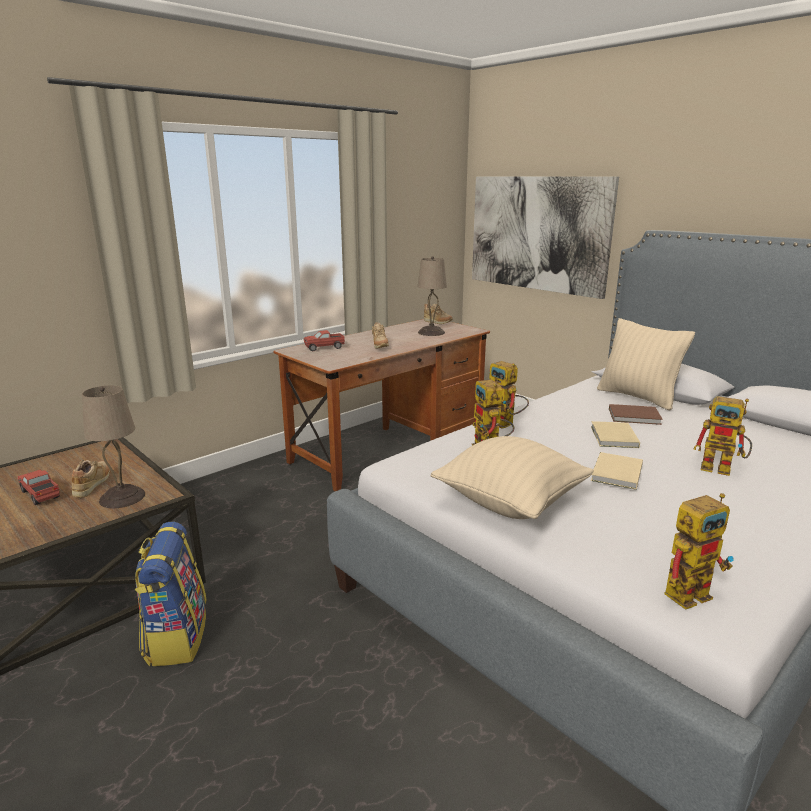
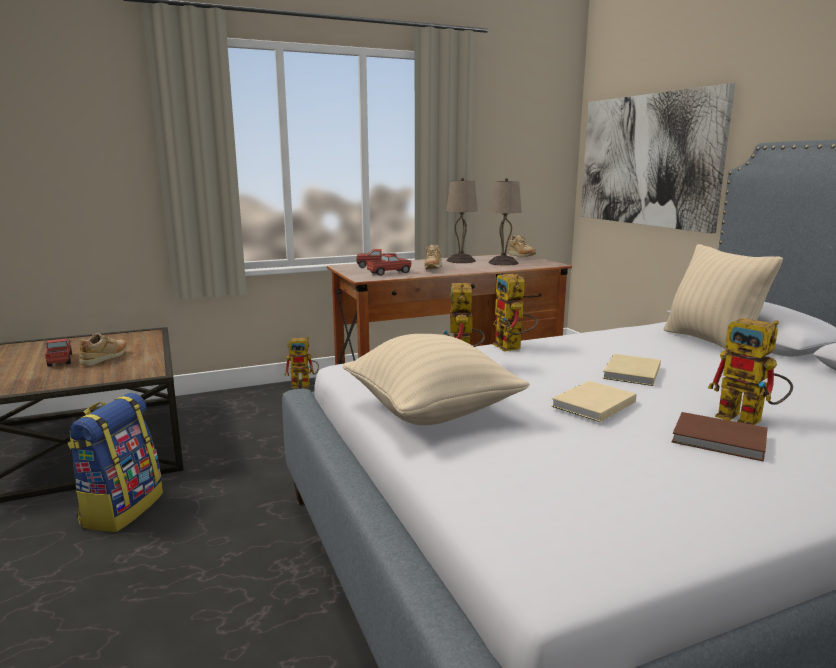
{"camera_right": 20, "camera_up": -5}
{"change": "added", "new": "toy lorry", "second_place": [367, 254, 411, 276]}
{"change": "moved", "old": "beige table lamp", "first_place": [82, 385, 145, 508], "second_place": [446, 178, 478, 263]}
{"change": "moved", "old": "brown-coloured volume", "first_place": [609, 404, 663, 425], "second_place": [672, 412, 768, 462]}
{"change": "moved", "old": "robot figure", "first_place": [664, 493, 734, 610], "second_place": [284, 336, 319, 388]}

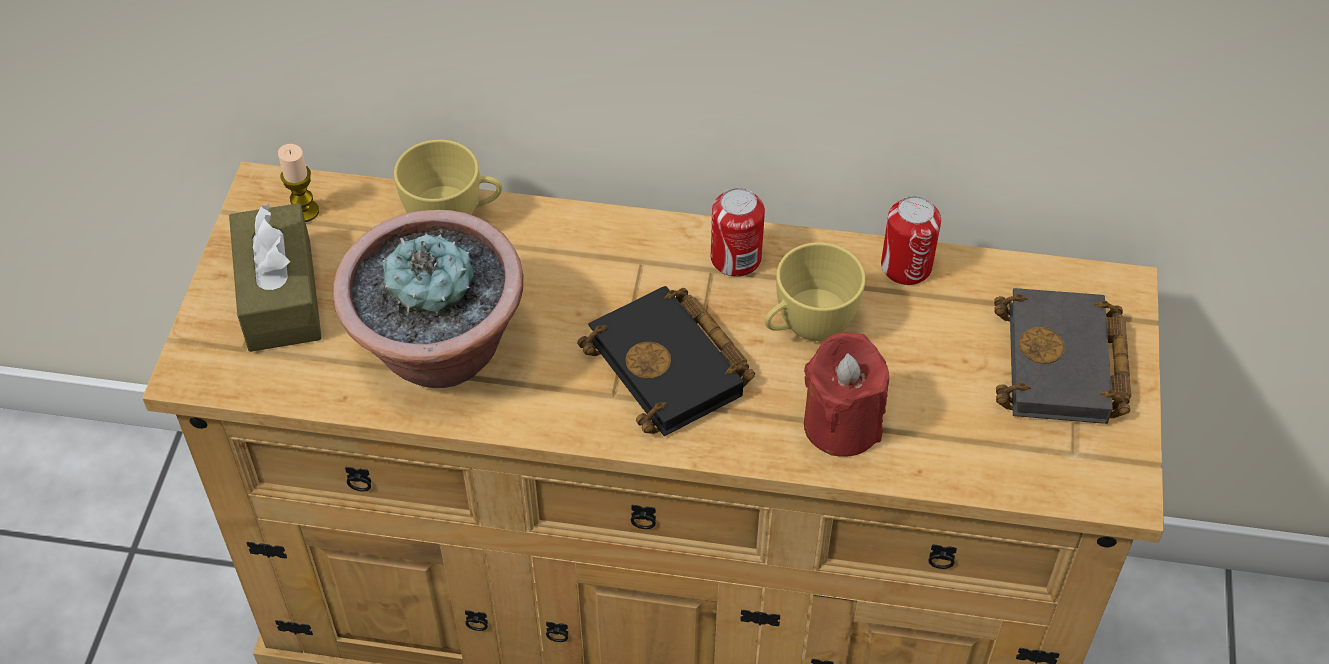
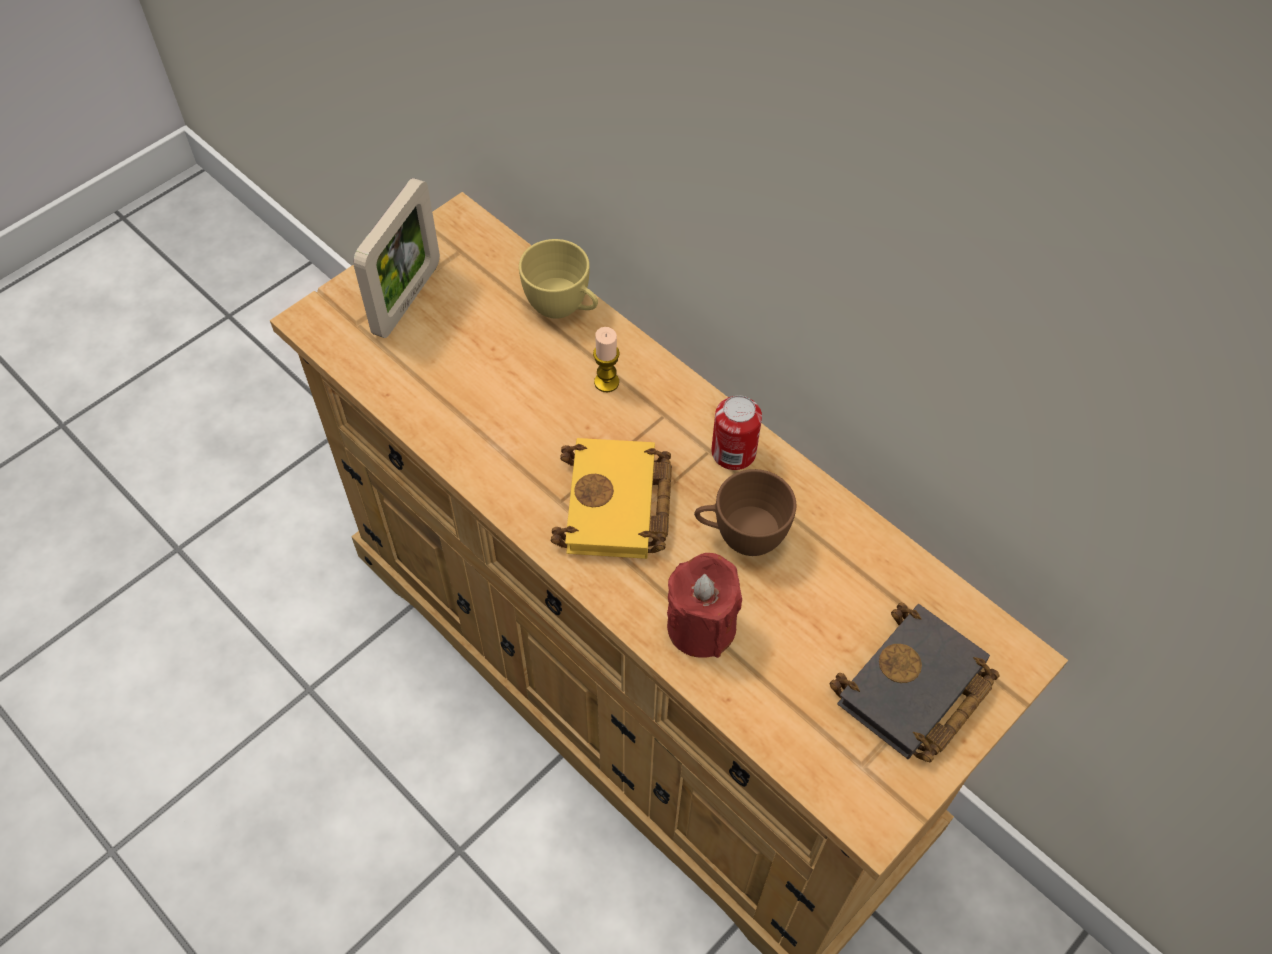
{"camera_right": 35, "camera_up": 5}
{"change": "removed", "old": "potted plant", "first_place": [333, 210, 523, 388]}
{"change": "removed", "old": "metal can", "first_place": [881, 196, 941, 285]}
{"change": "moved", "old": "wax light", "first_place": [278, 144, 319, 222], "second_place": [593, 327, 620, 392]}
{"change": "replaced", "old": "brown-coloured tissue holder", "new": "standing frame", "first_place": [229, 203, 322, 352], "second_place": [353, 178, 440, 338]}
{"change": "recoloured", "old": "blackish volume", "new": "yellow volume", "first_place": [577, 286, 755, 436], "second_place": [551, 438, 672, 559]}
{"change": "recoloured", "old": "yellow drinking cup", "new": "brown-coloured drinking cup", "first_place": [765, 242, 866, 341], "second_place": [694, 469, 796, 556]}

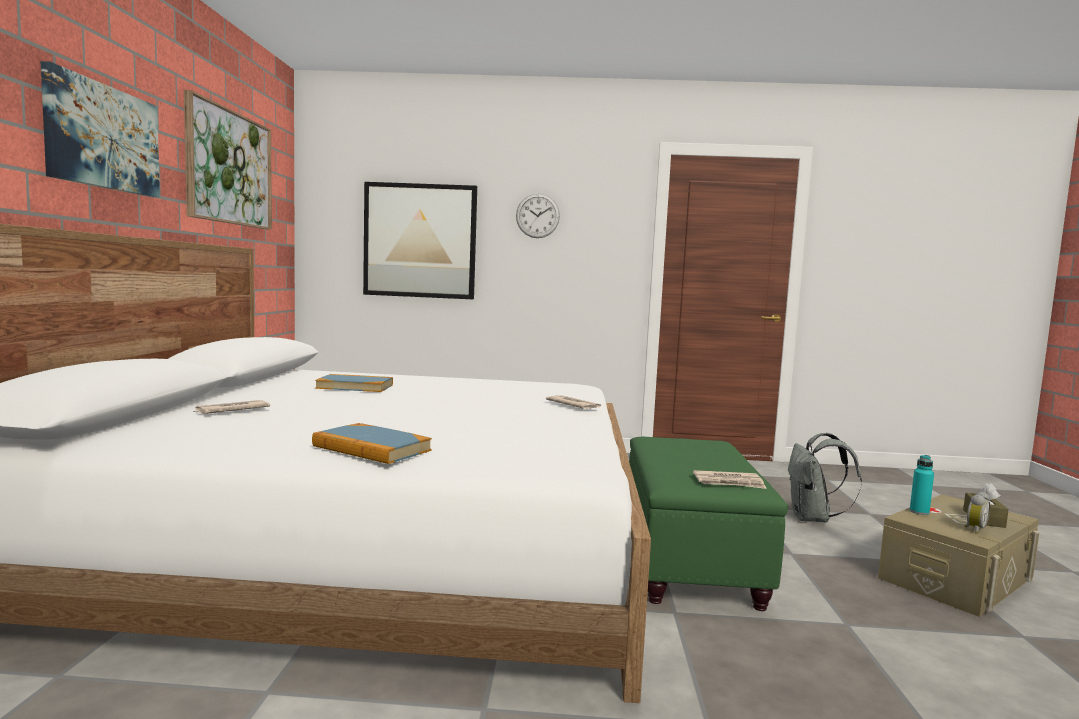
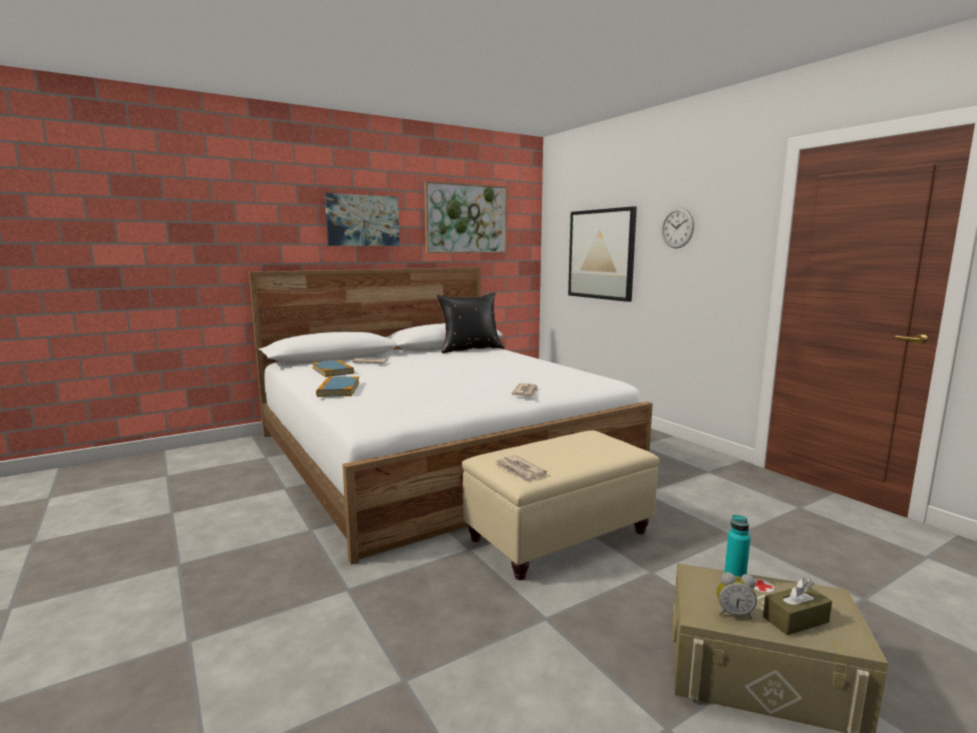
{"camera_right": 55, "camera_up": 5}
{"change": "removed", "old": "greyish rucksack", "first_place": [788, 433, 862, 522]}
{"change": "added", "new": "blackish pillow", "second_place": [437, 292, 504, 353]}
{"change": "moved", "old": "volume", "first_place": [315, 374, 393, 392], "second_place": [312, 360, 354, 377]}
{"change": "recoloured", "old": "green-coloured pouffe", "new": "beige pouffe", "first_place": [629, 437, 788, 611], "second_place": [462, 430, 660, 580]}

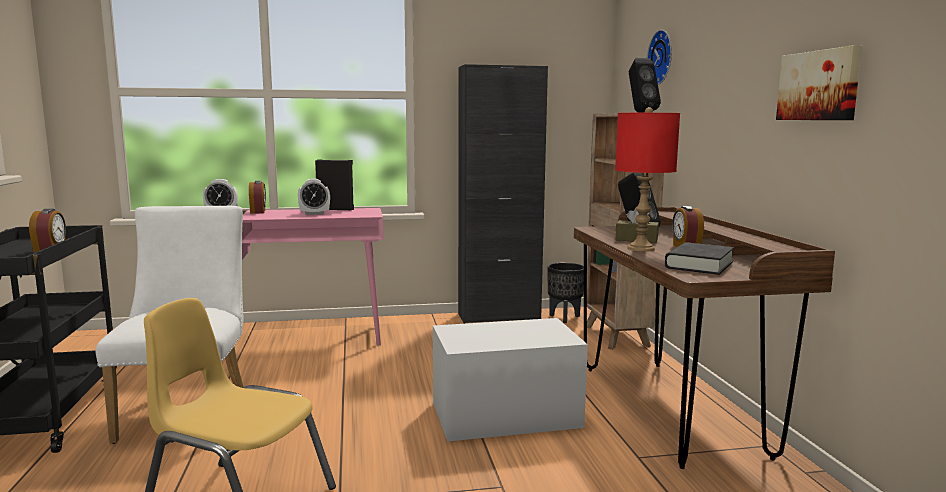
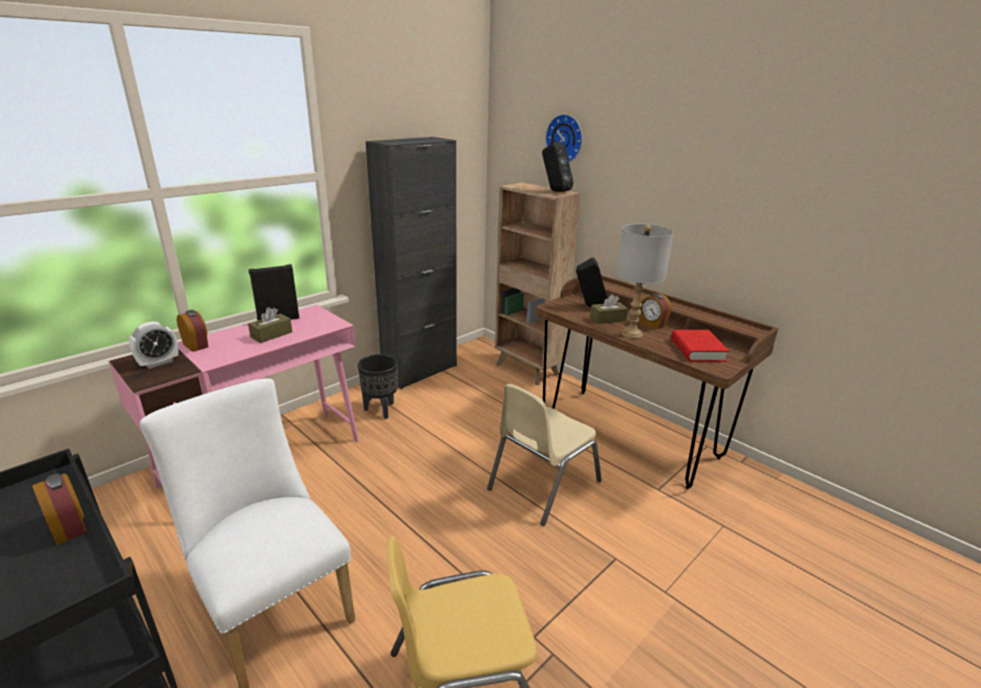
{"camera_right": -35, "camera_up": 15}
{"change": "removed", "old": "wall art", "first_place": [776, 45, 862, 120]}
{"change": "moved", "old": "blackish plant pot", "first_place": [547, 263, 584, 323], "second_place": [358, 354, 398, 419]}
{"change": "replaced", "old": "table clock", "new": "brown-coloured tissue holder", "first_place": [298, 179, 330, 215], "second_place": [248, 307, 292, 343]}
{"change": "replaced", "old": "white storage bin", "new": "beige plain chair", "first_place": [433, 318, 588, 442], "second_place": [487, 384, 602, 526]}
{"change": "recoloured", "old": "reddish table lamp", "new": "greyish table lamp", "first_place": [615, 107, 680, 252], "second_place": [616, 224, 674, 339]}
{"change": "recoloured", "old": "blackish volume", "new": "reddish volume", "first_place": [665, 242, 734, 275], "second_place": [671, 330, 729, 362]}

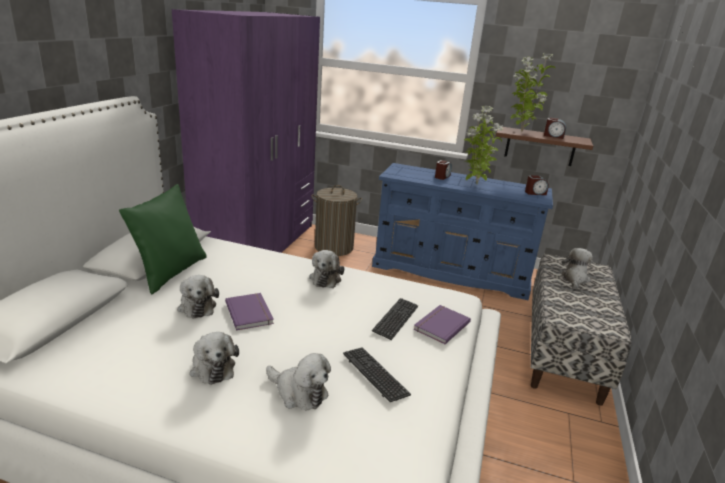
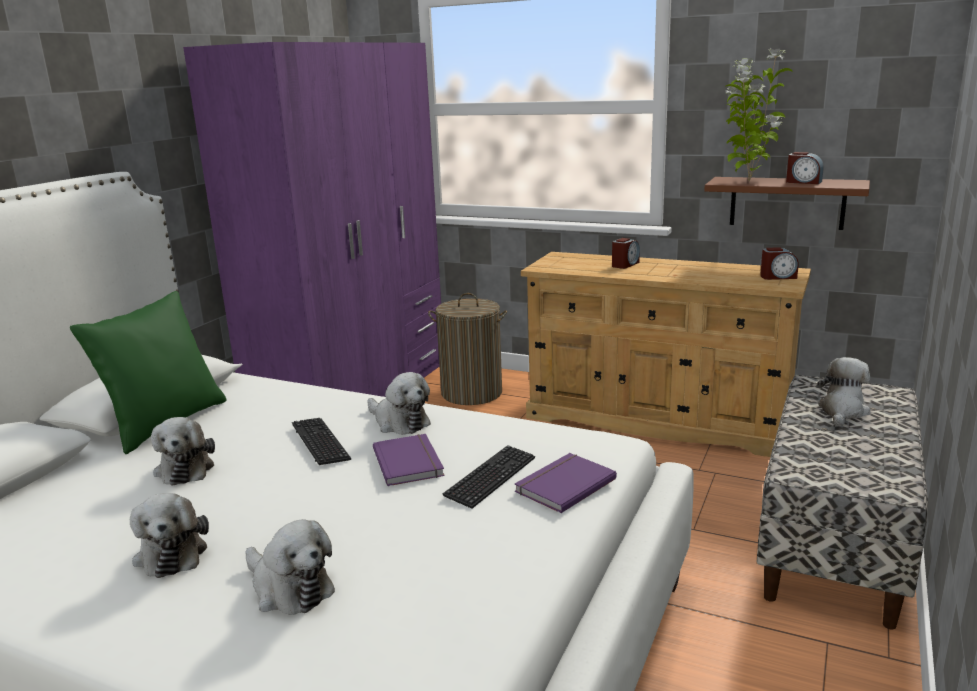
{"camera_right": 10, "camera_up": -5}
{"change": "removed", "old": "potted plant", "first_place": [464, 105, 503, 185]}
{"change": "moved", "old": "purplish volume", "first_place": [225, 293, 274, 331], "second_place": [373, 434, 444, 486]}
{"change": "moved", "old": "keyboard", "first_place": [343, 348, 411, 402], "second_place": [292, 418, 351, 465]}
{"change": "recoloured", "old": "blue-coloured chest of drawers", "new": "beige chest of drawers", "first_place": [372, 163, 553, 301], "second_place": [521, 252, 811, 457]}
{"change": "turned", "old": "plush toy", "first_place": [309, 250, 344, 288], "second_place": [367, 372, 431, 435], "degrees": -60}

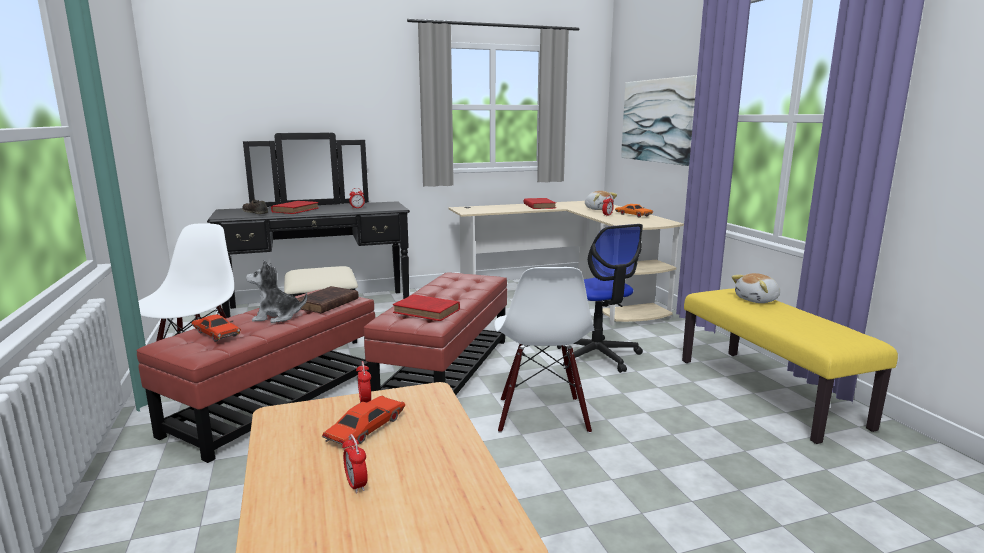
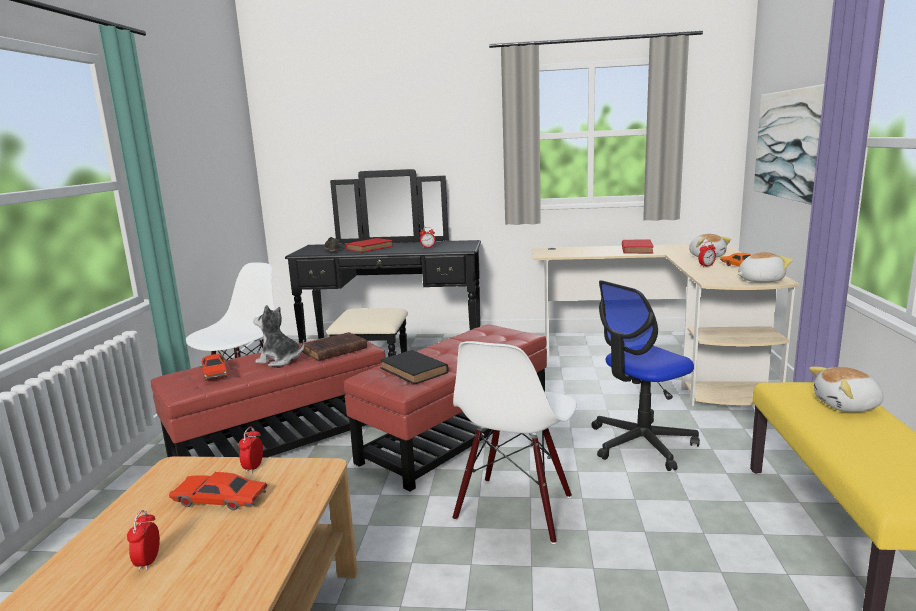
{"camera_right": 25, "camera_up": 0}
{"change": "added", "new": "plush toy", "second_place": [737, 252, 793, 282]}
{"change": "recoloured", "old": "reddish volume", "new": "blackish volume", "first_place": [393, 294, 460, 321], "second_place": [380, 350, 449, 385]}
{"change": "turned", "old": "reddish miniature car", "first_place": [322, 396, 405, 449], "second_place": [169, 471, 268, 510], "degrees": -135}
{"change": "turned", "old": "office chair", "first_place": [557, 224, 643, 373], "second_place": [591, 280, 700, 471], "degrees": 60}

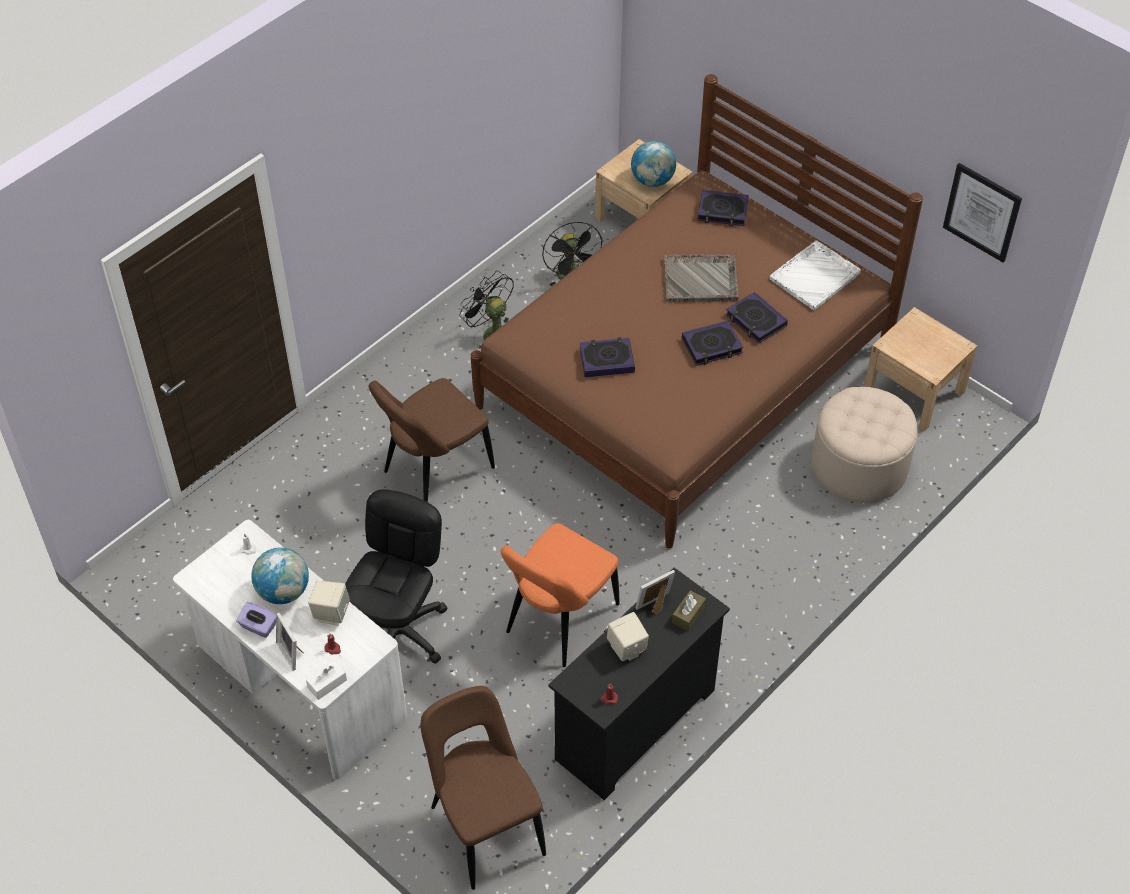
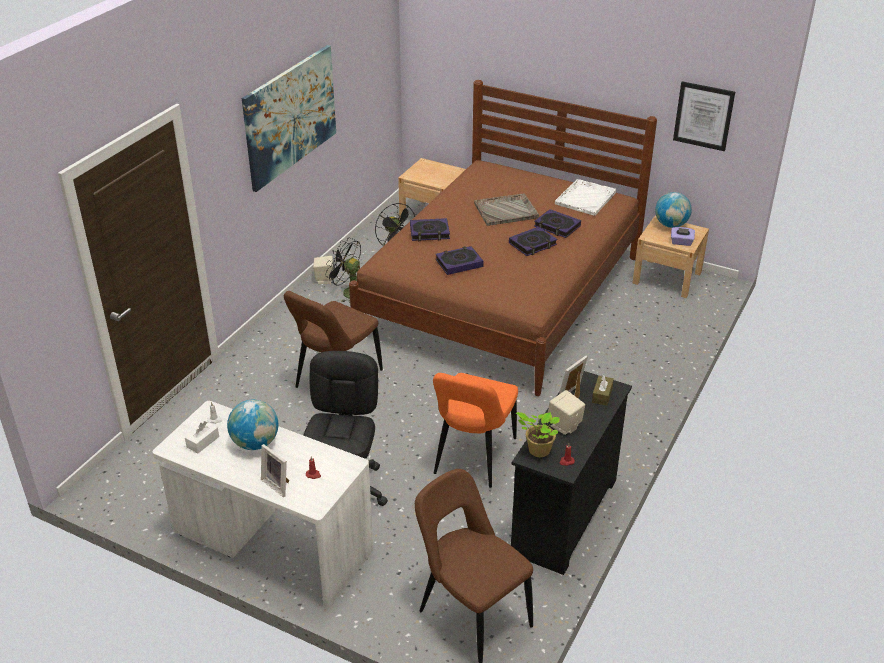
{"camera_right": -15, "camera_up": -15}
{"change": "removed", "old": "beige pouffe", "first_place": [812, 387, 917, 503]}
{"change": "added", "new": "wall art", "second_place": [242, 45, 336, 192]}
{"change": "added", "new": "potted plant", "second_place": [516, 412, 560, 457]}
{"change": "moved", "old": "purplish tissue holder", "first_place": [236, 602, 276, 638], "second_place": [671, 227, 695, 246]}
{"change": "moved", "old": "white tissue holder", "first_place": [306, 660, 347, 700], "second_place": [185, 421, 219, 453]}
{"change": "moved", "old": "beige speaker", "first_place": [308, 581, 350, 626], "second_place": [313, 256, 334, 284]}
{"change": "moved", "old": "desk globe", "first_place": [631, 141, 676, 187], "second_place": [655, 192, 692, 228]}
{"change": "moved", "old": "volume", "first_place": [697, 190, 749, 226], "second_place": [410, 218, 450, 241]}

